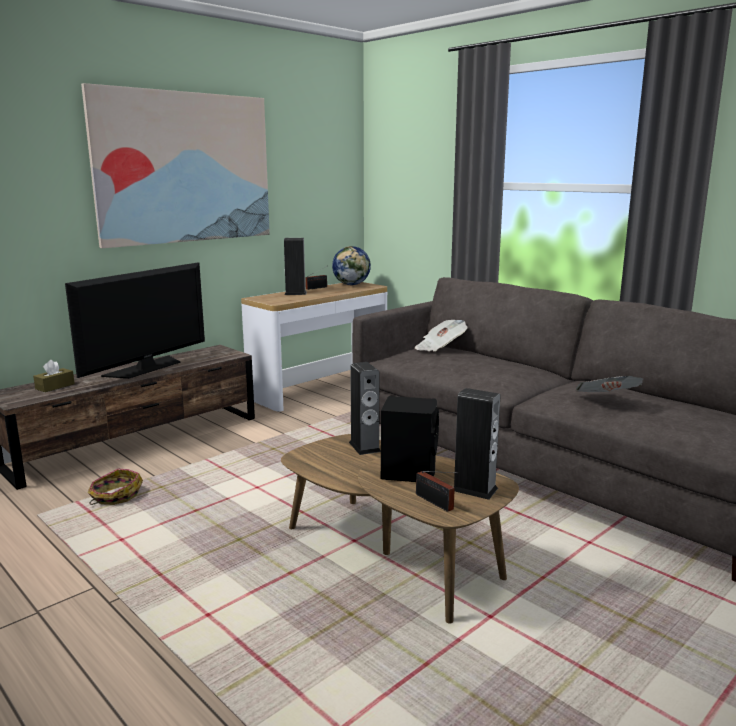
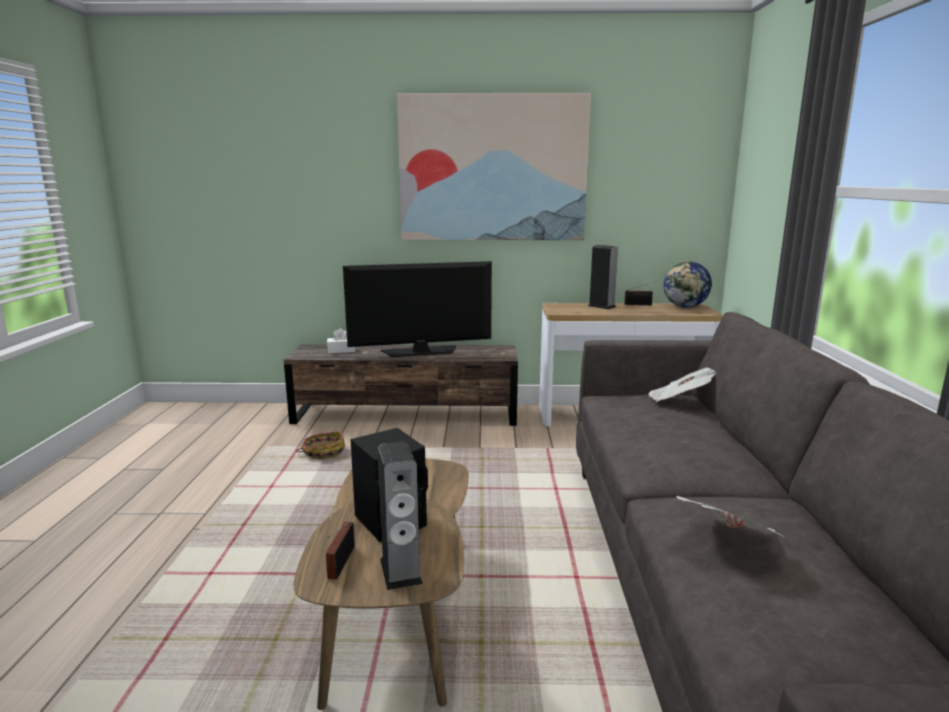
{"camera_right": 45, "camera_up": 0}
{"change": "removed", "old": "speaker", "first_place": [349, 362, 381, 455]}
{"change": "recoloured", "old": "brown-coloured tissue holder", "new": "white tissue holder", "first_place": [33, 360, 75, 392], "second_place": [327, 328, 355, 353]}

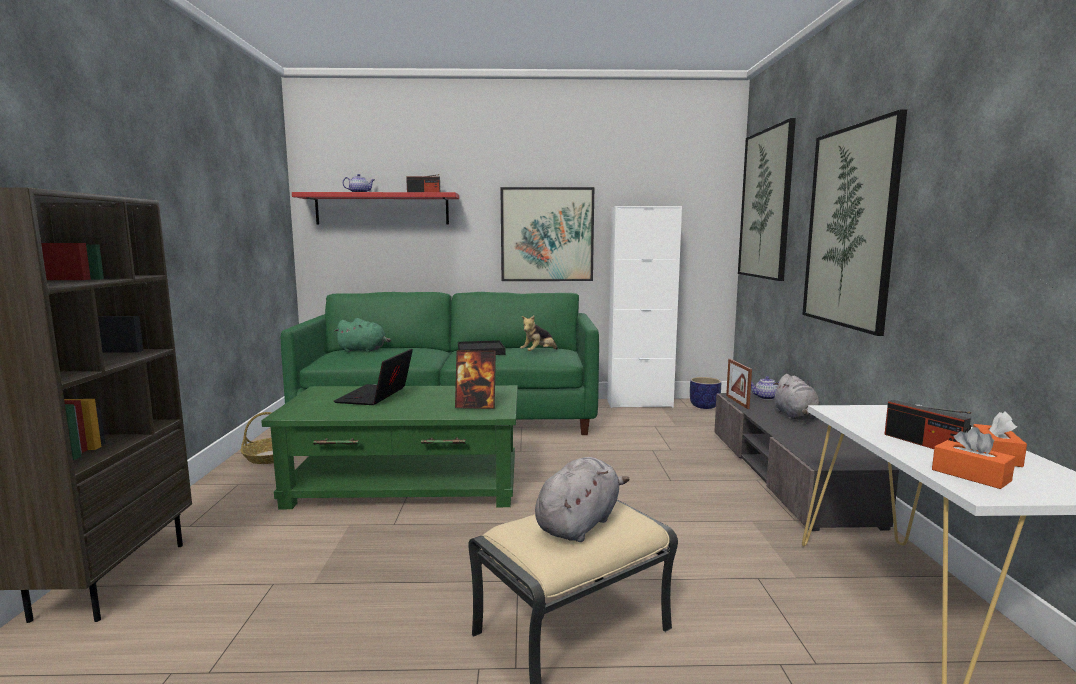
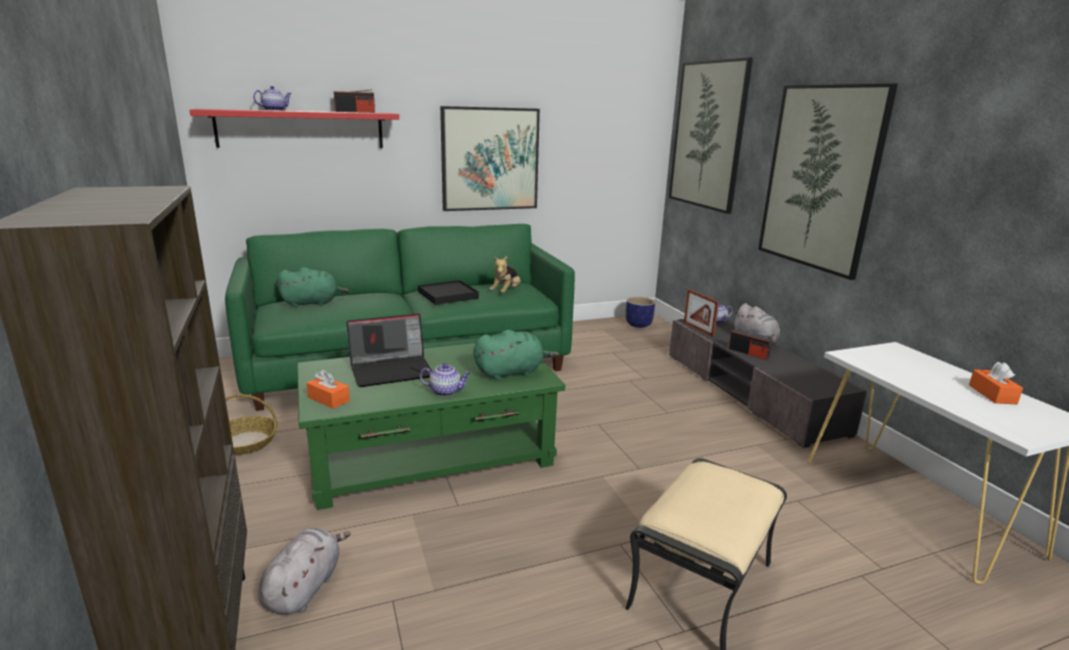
{"camera_right": -20, "camera_up": 10}
{"change": "removed", "old": "white cupboard", "first_place": [607, 206, 682, 408]}
{"change": "added", "new": "tea pot", "second_place": [420, 363, 471, 396]}
{"change": "moved", "old": "greyish plush toy", "first_place": [535, 457, 630, 542], "second_place": [258, 528, 351, 615]}
{"change": "moved", "old": "radio", "first_place": [884, 400, 971, 449], "second_place": [729, 330, 772, 360]}
{"change": "moved", "old": "orange tissue holder", "first_place": [932, 427, 1016, 489], "second_place": [306, 369, 350, 409]}
{"change": "replaced", "old": "standing frame", "new": "green-coloured plush toy", "first_place": [455, 350, 496, 409], "second_place": [474, 330, 559, 380]}
{"change": "turned", "old": "laptop", "first_place": [334, 349, 413, 405], "second_place": [346, 313, 432, 387], "degrees": -105}

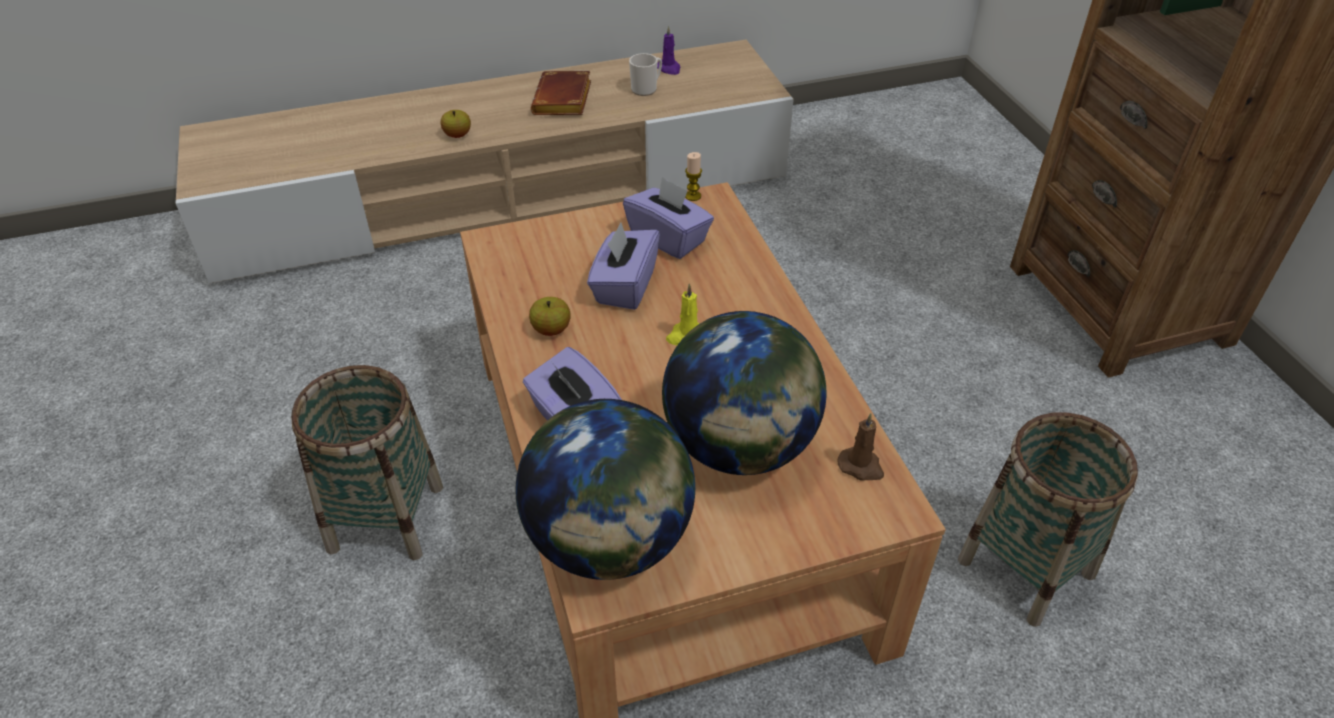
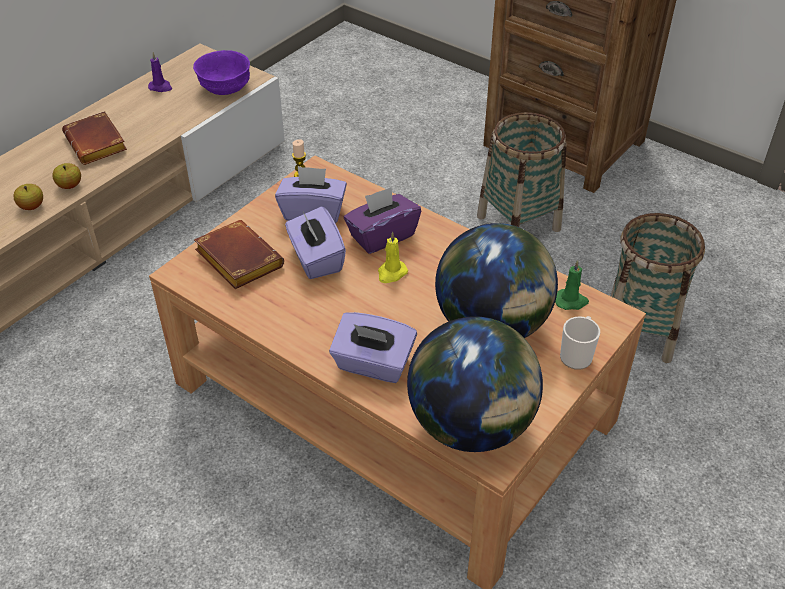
{"camera_right": -35, "camera_up": 0}
{"change": "added", "new": "purplish serving bowl", "second_place": [193, 50, 250, 95]}
{"change": "added", "new": "brown-coloured volume", "second_place": [194, 220, 284, 289]}
{"change": "added", "new": "purplish tissue holder", "second_place": [344, 187, 421, 254]}
{"change": "moved", "old": "household basket", "first_place": [291, 365, 443, 560], "second_place": [477, 112, 567, 232]}
{"change": "moved", "old": "apple", "first_place": [529, 297, 570, 336], "second_place": [52, 163, 81, 189]}
{"change": "moved", "old": "coffee mug", "first_place": [629, 53, 662, 96], "second_place": [560, 316, 600, 370]}
{"change": "recoloured", "old": "brown-coloured wax light", "new": "green-coloured wax light", "first_place": [837, 413, 884, 480], "second_place": [555, 260, 589, 310]}

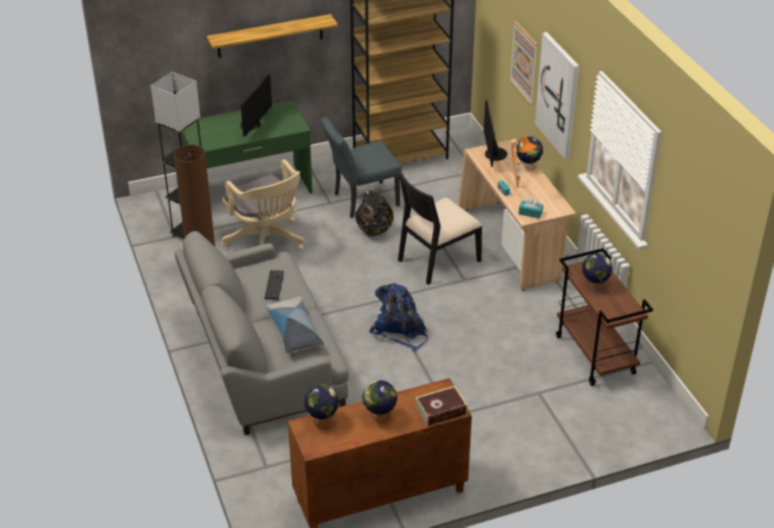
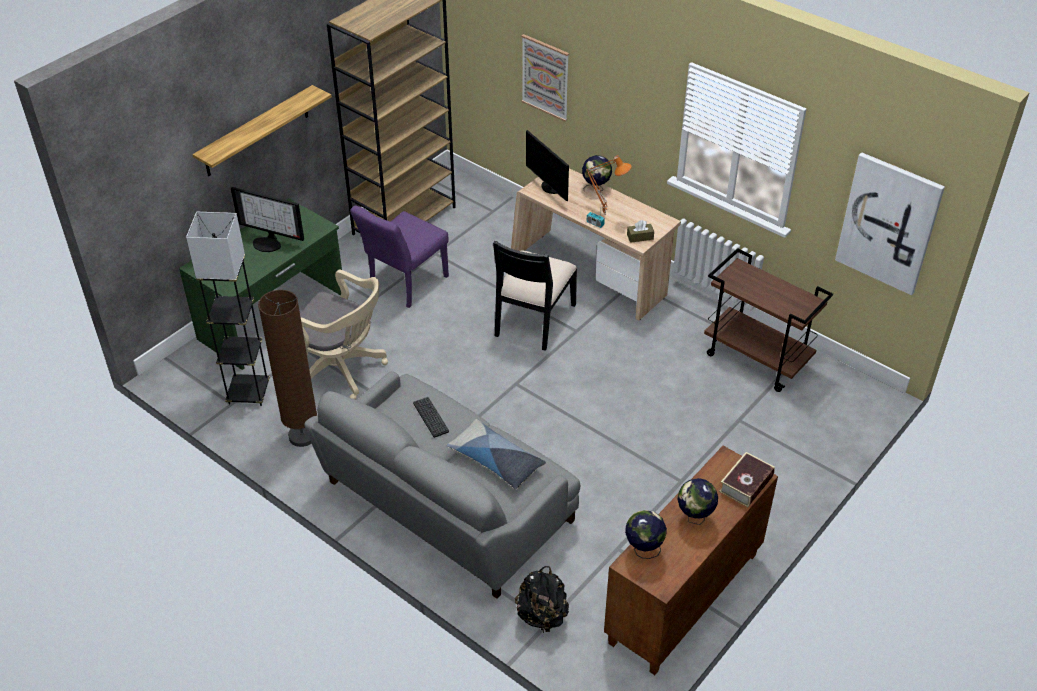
{"camera_right": -30, "camera_up": 5}
{"change": "removed", "old": "blue-coloured rucksack", "first_place": [369, 283, 428, 352]}
{"change": "removed", "old": "desk globe", "first_place": [582, 253, 613, 293]}
{"change": "moved", "old": "blackish rucksack", "first_place": [355, 189, 394, 237], "second_place": [515, 566, 569, 633]}
{"change": "moved", "old": "wall art", "first_place": [535, 32, 579, 159], "second_place": [835, 152, 945, 295]}
{"change": "recoloured", "old": "greyish plain chair", "new": "purplish plain chair", "first_place": [321, 117, 402, 218], "second_place": [350, 205, 449, 308]}
{"change": "recoloured", "old": "blue-green tissue holder", "new": "brown-coloured tissue holder", "first_place": [519, 198, 543, 219], "second_place": [627, 220, 654, 243]}
{"change": "turned", "old": "computer screen", "first_place": [240, 74, 272, 136], "second_place": [231, 187, 304, 252], "degrees": -60}

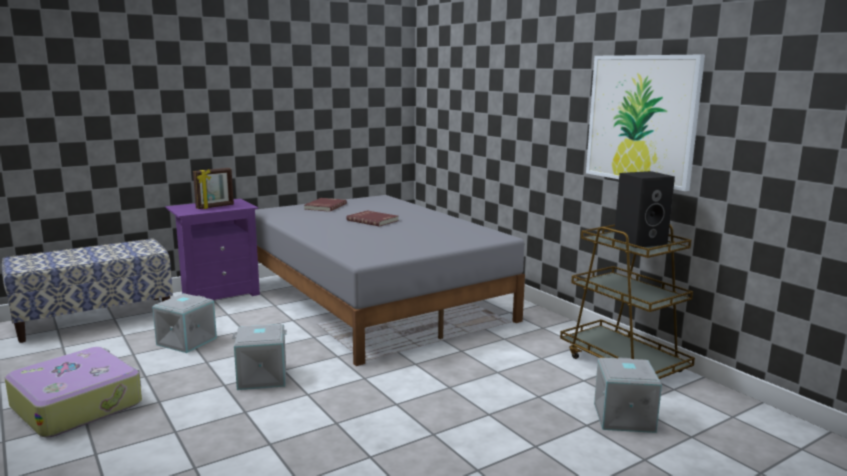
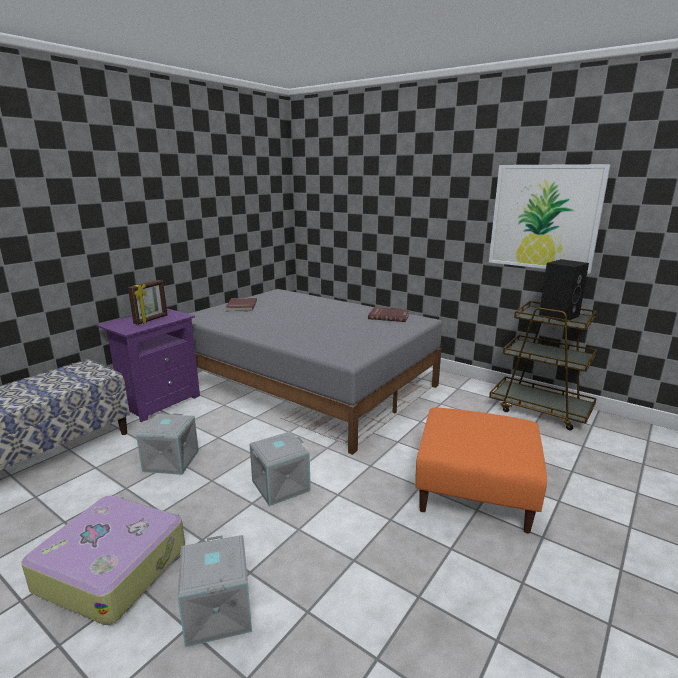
{"camera_right": -20, "camera_up": 5}
{"change": "added", "new": "orange pouffe", "second_place": [415, 408, 547, 534]}
{"change": "moved", "old": "reddish volume", "first_place": [346, 211, 399, 227], "second_place": [368, 307, 409, 322]}
{"change": "moved", "old": "greyish storage bin", "first_place": [594, 357, 662, 433], "second_place": [178, 535, 252, 647]}

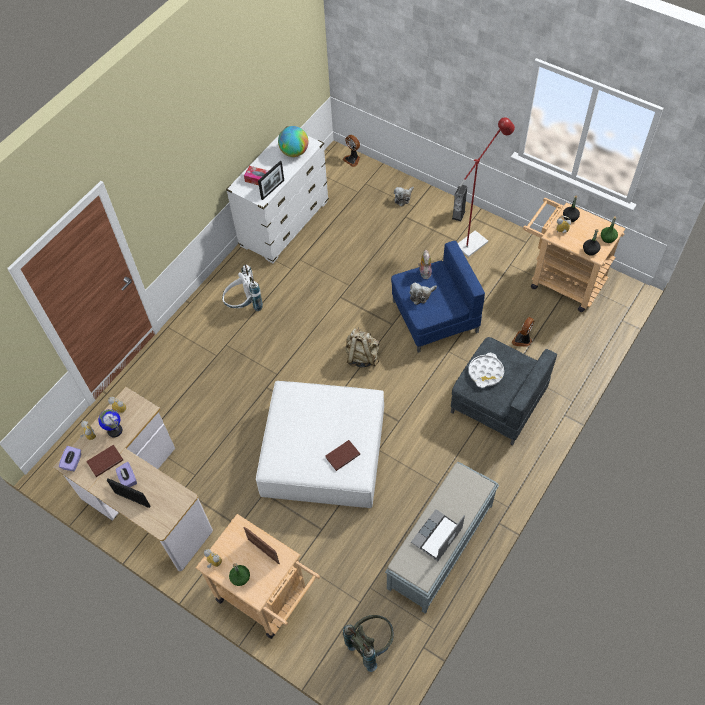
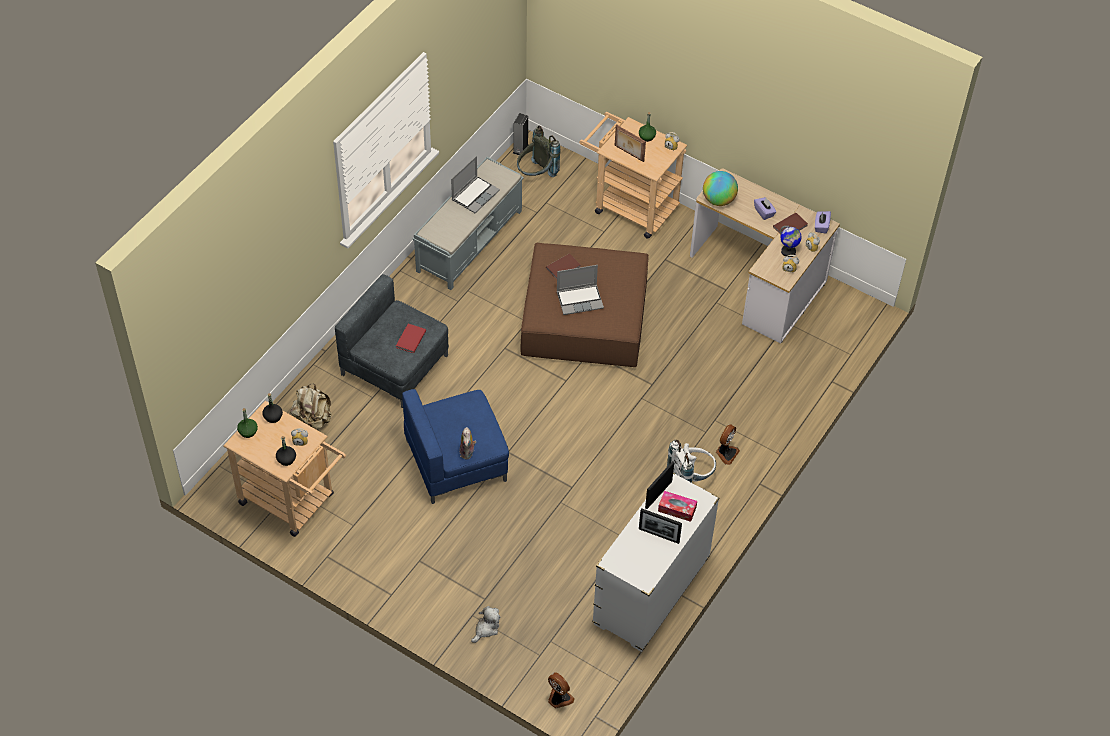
{"camera_right": 175, "camera_up": -5}
{"change": "removed", "old": "plush toy", "first_place": [409, 282, 437, 305]}
{"change": "removed", "old": "reddish floor lamp", "first_place": [458, 117, 515, 257]}
{"change": "added", "new": "laptop", "second_place": [557, 265, 604, 315]}
{"change": "moved", "old": "standing frame", "first_place": [107, 478, 150, 508], "second_place": [639, 508, 682, 544]}
{"change": "moved", "old": "desk globe", "first_place": [278, 126, 309, 157], "second_place": [703, 171, 738, 206]}
{"change": "moved", "old": "beige rucksack", "first_place": [345, 328, 379, 367], "second_place": [291, 383, 332, 430]}
{"change": "moved", "old": "speaker", "first_place": [452, 184, 467, 221], "second_place": [512, 113, 528, 155]}
{"change": "moved", "old": "fan", "first_place": [511, 317, 534, 347], "second_place": [716, 424, 740, 465]}
{"change": "replaced", "old": "white tray", "new": "reddish volume", "first_place": [468, 353, 504, 388], "second_place": [396, 324, 426, 353]}
{"change": "recoloured", "old": "white pouffe", "new": "brown-coloured pouffe", "first_place": [256, 381, 384, 508], "second_place": [520, 243, 649, 367]}

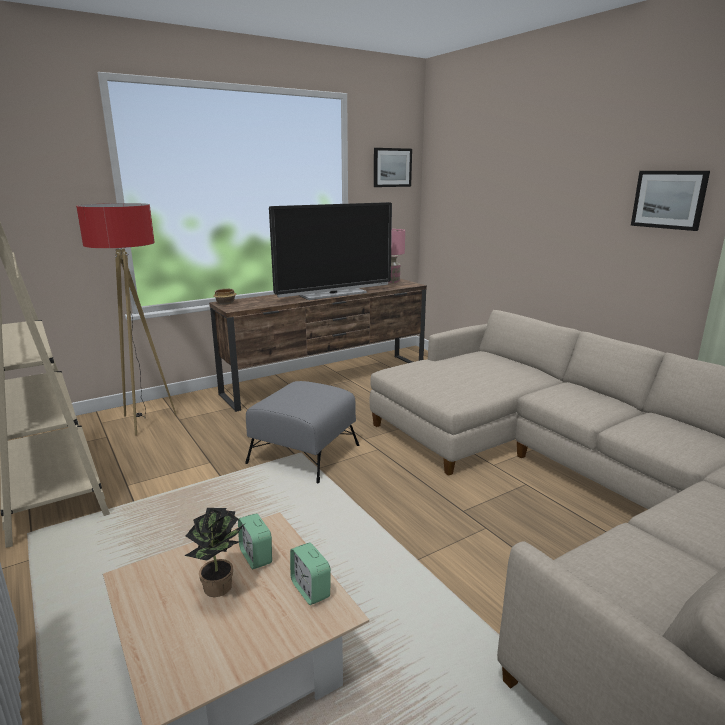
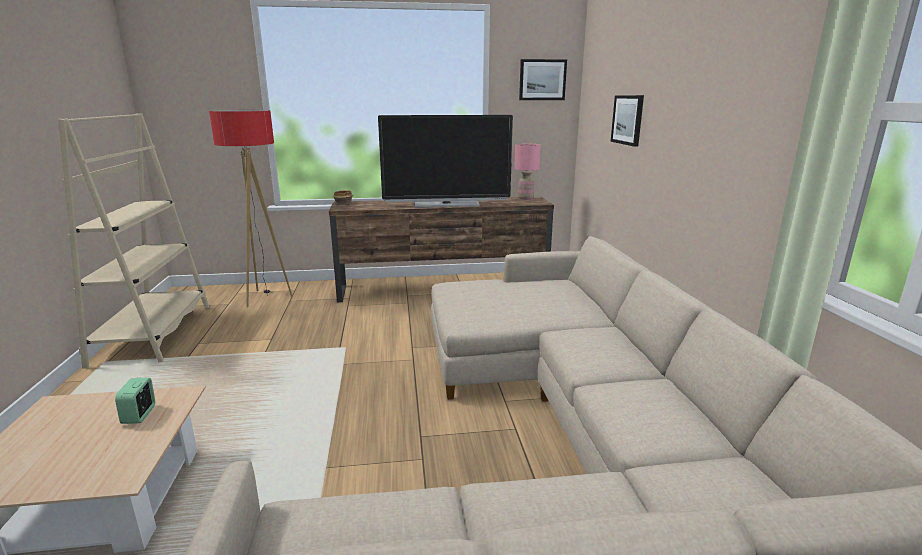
{"camera_right": 25, "camera_up": 0}
{"change": "removed", "old": "potted plant", "first_place": [184, 508, 244, 597]}
{"change": "removed", "old": "greyish pouffe", "first_place": [245, 381, 359, 483]}
{"change": "removed", "old": "table clock", "first_place": [290, 542, 331, 605]}
{"change": "moved", "old": "wall art", "first_place": [631, 171, 710, 231], "second_place": [611, 95, 644, 147]}

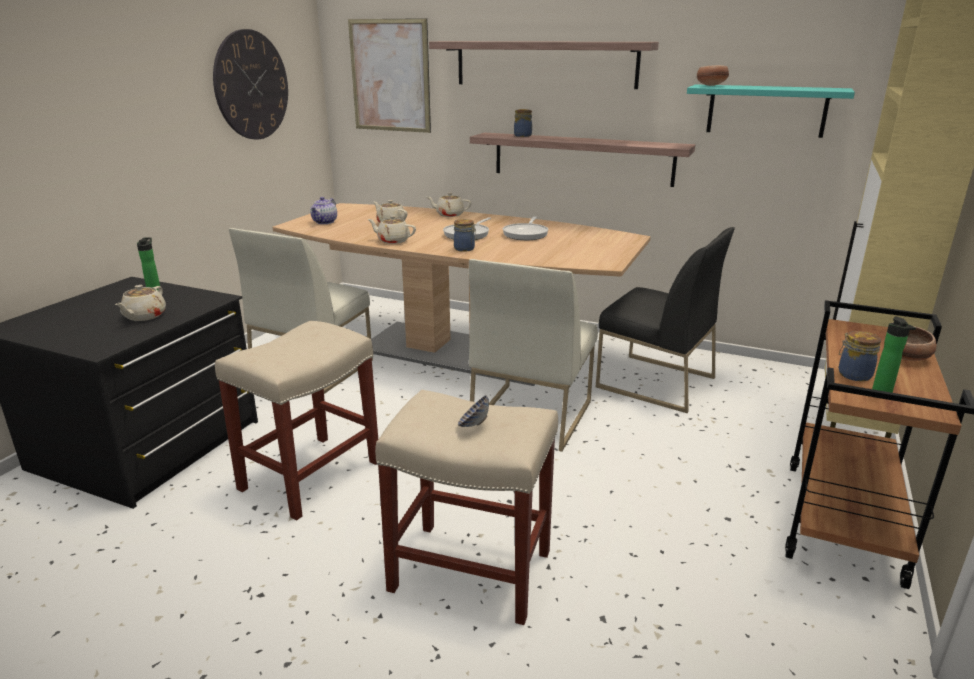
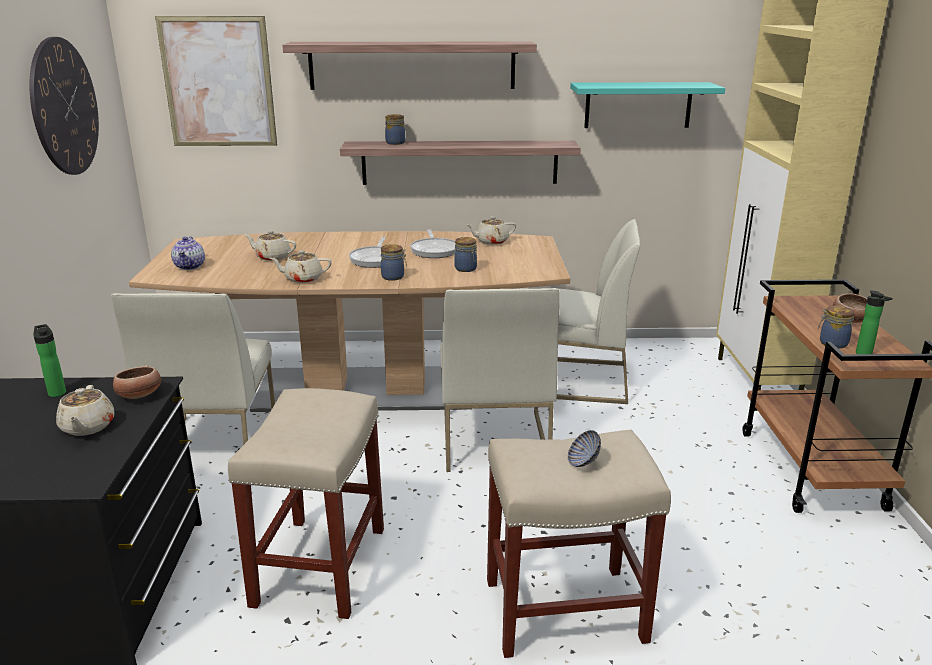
{"camera_right": -25, "camera_up": 0}
{"change": "added", "new": "jar", "second_place": [454, 237, 477, 272]}
{"change": "moved", "old": "beige tea pot", "first_place": [427, 192, 471, 217], "second_place": [466, 216, 516, 245]}
{"change": "moved", "old": "serving bowl", "first_place": [697, 65, 729, 86], "second_place": [113, 365, 161, 399]}
{"change": "recoloured", "old": "blackish plain chair", "new": "white plain chair", "first_place": [596, 227, 735, 413], "second_place": [540, 219, 641, 404]}

